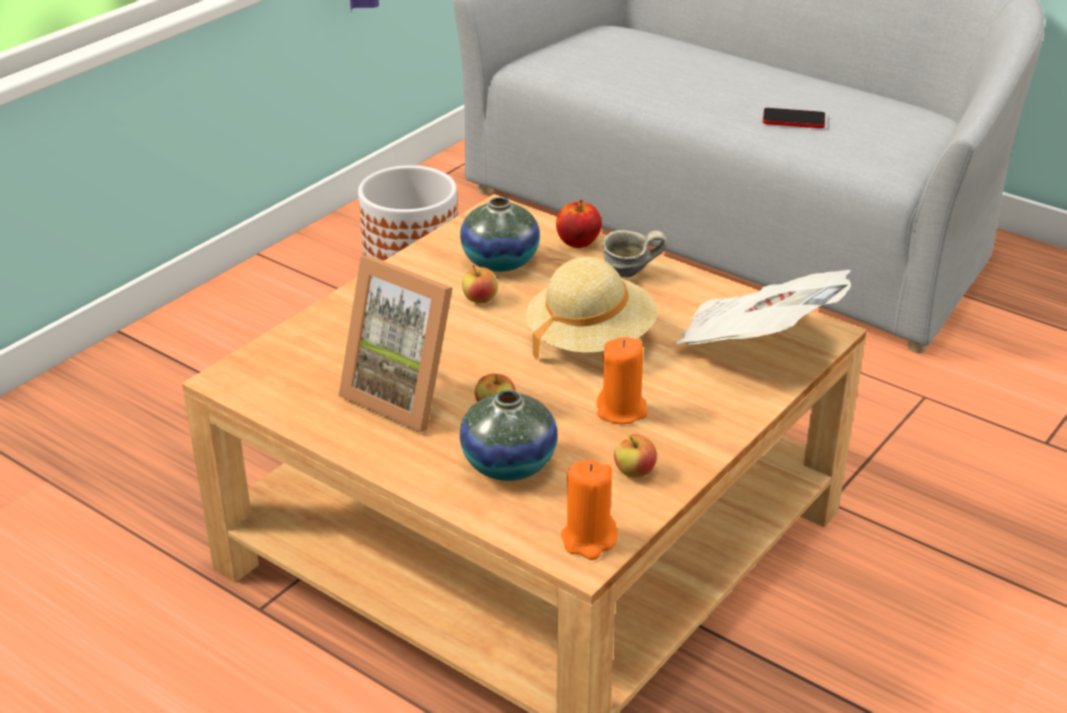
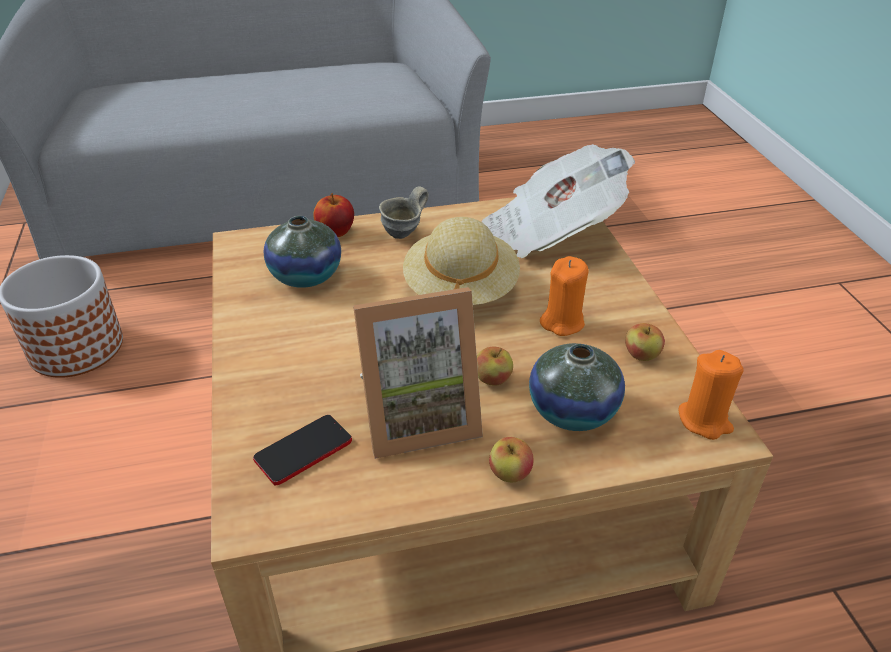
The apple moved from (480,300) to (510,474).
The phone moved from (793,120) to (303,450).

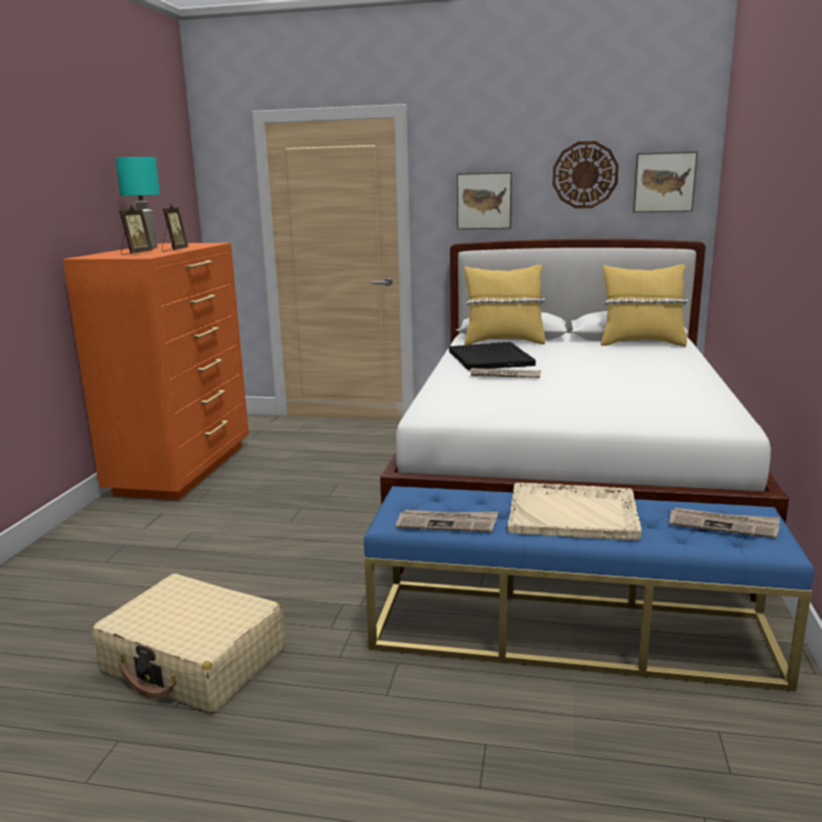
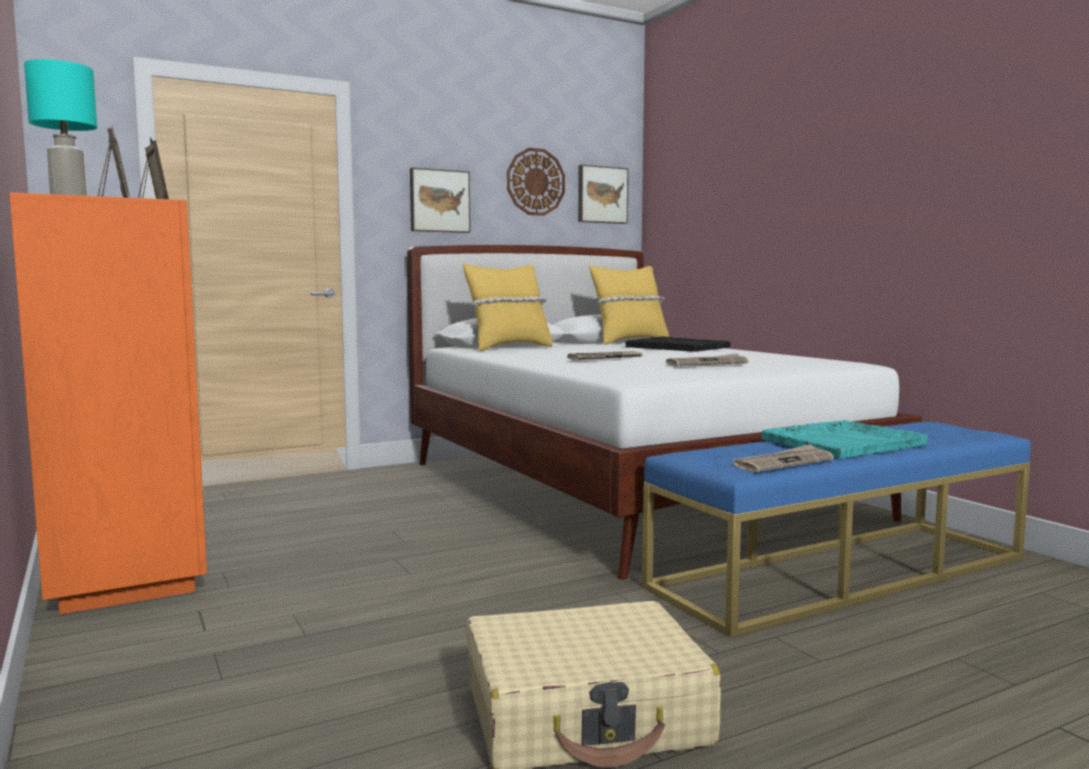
The tray (black) moved from (490,358) to (676,347).
The newspaper moved from (723,525) to (707,363).
The tray (beige) at (574,514) became the tray (turquoise) at (844,442).

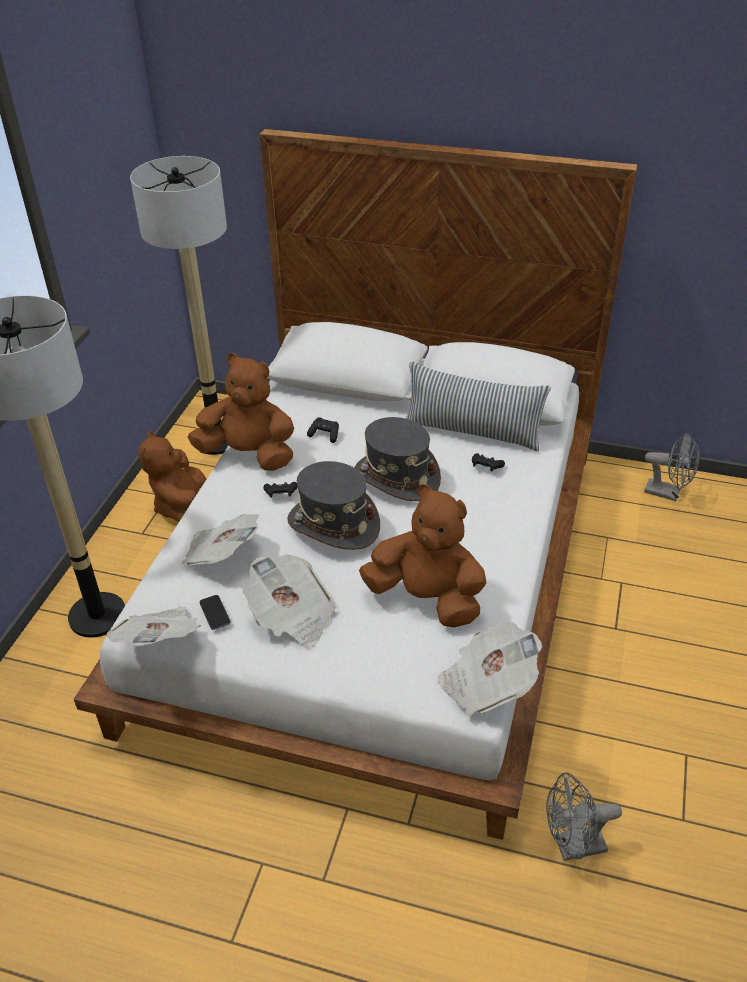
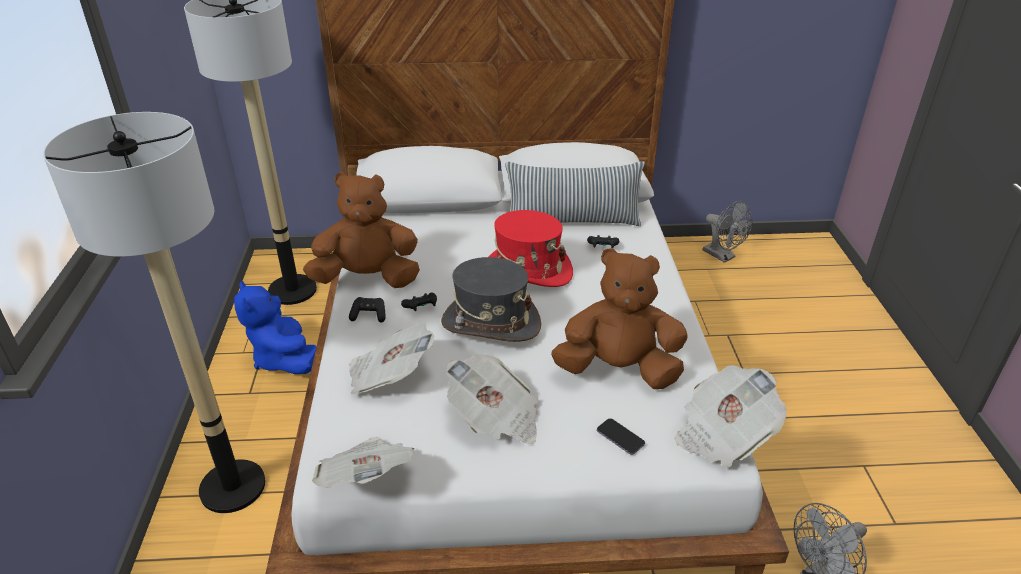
The phone moved from (215,613) to (620,437).
The game controller (black) moved from (324,435) to (369,315).
The plush toy (brown) at (183,507) became the plush toy (blue) at (284,359).
The hat (grey) at (396,477) became the hat (red) at (527,271).
The fan (grey) at (668,493) turned 45 degrees clockwise.

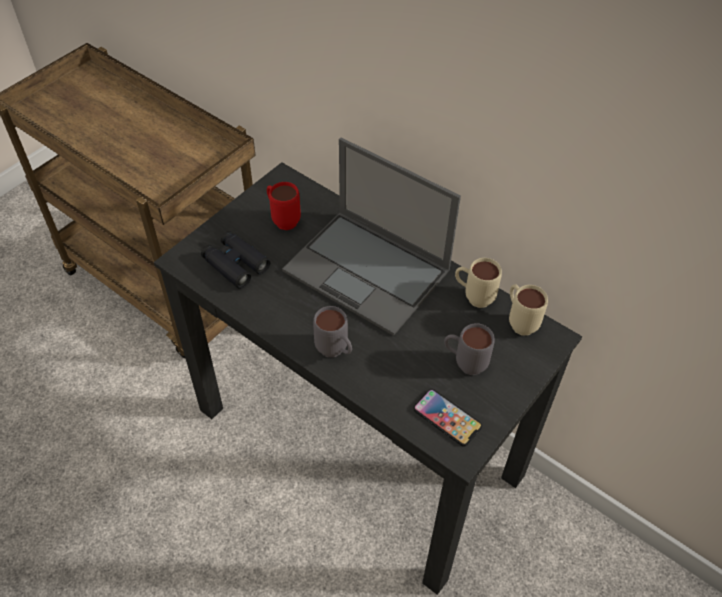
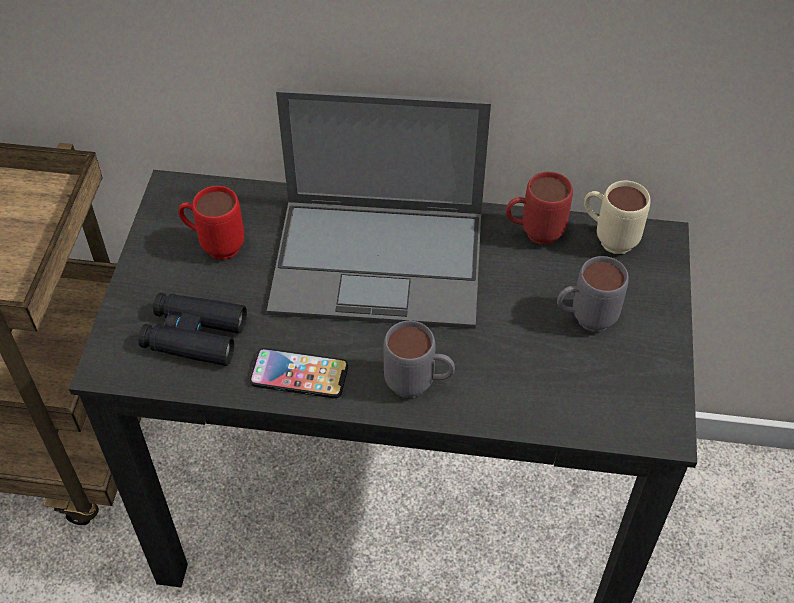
The phone moved from (447,418) to (299,374).
The mug (beige) at (473,297) became the mug (red) at (533,234).

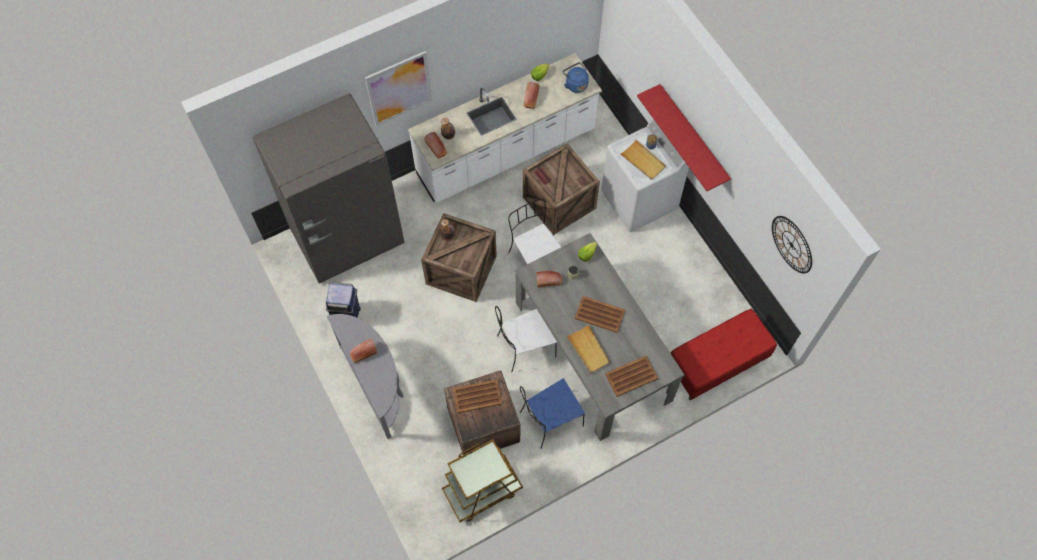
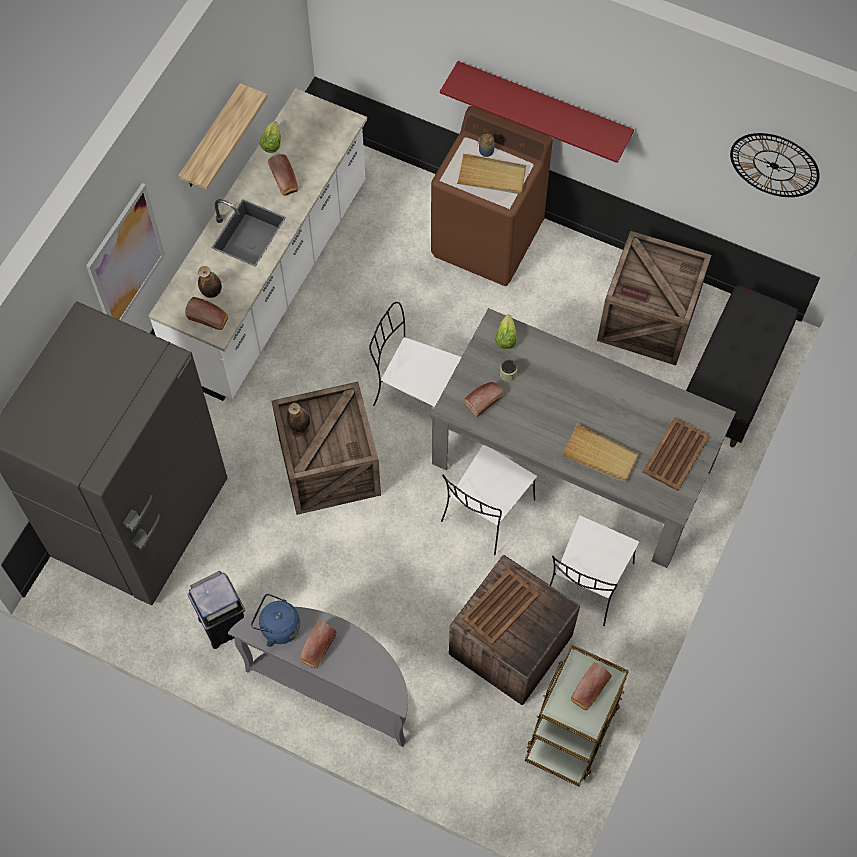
The tray (brown) at (599,314) disappeared.
The shelf at (211,139) appeared.
The bread at (589,690) appeared.
The crate moved from (558,202) to (646,320).
The kettle (blue) moved from (575,84) to (277,627).
The chair (blue) at (550,420) became the chair (white) at (587,583).
The washing machine (white) at (639,201) became the washing machine (brown) at (487,239).
The bench (red) at (716,364) became the bench (black) at (731,383).

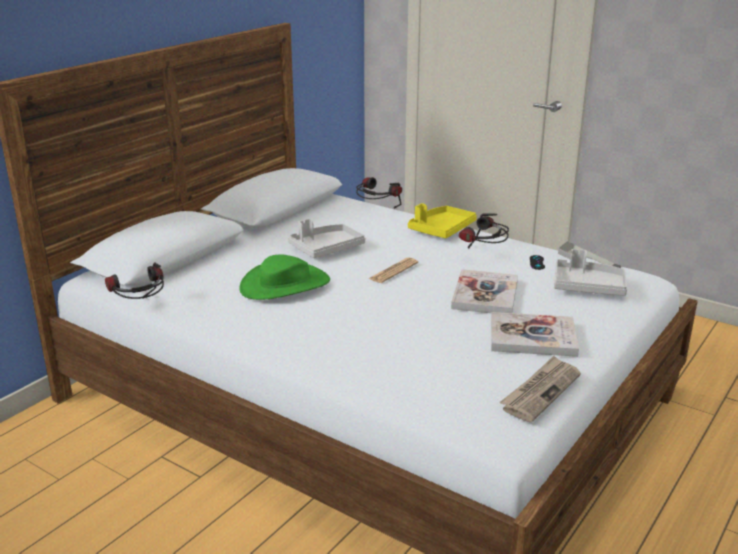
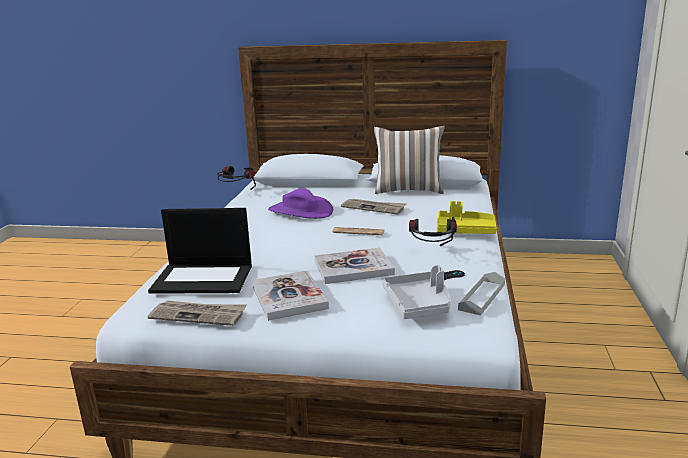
The headphones at (376,211) disappeared.
The laptop at (204,278) appeared.
The pillow at (408,190) appeared.
The tray (grey) at (326,248) was replaced by the newspaper at (374,208).
The hat (green) at (285,285) became the hat (purple) at (300,211).

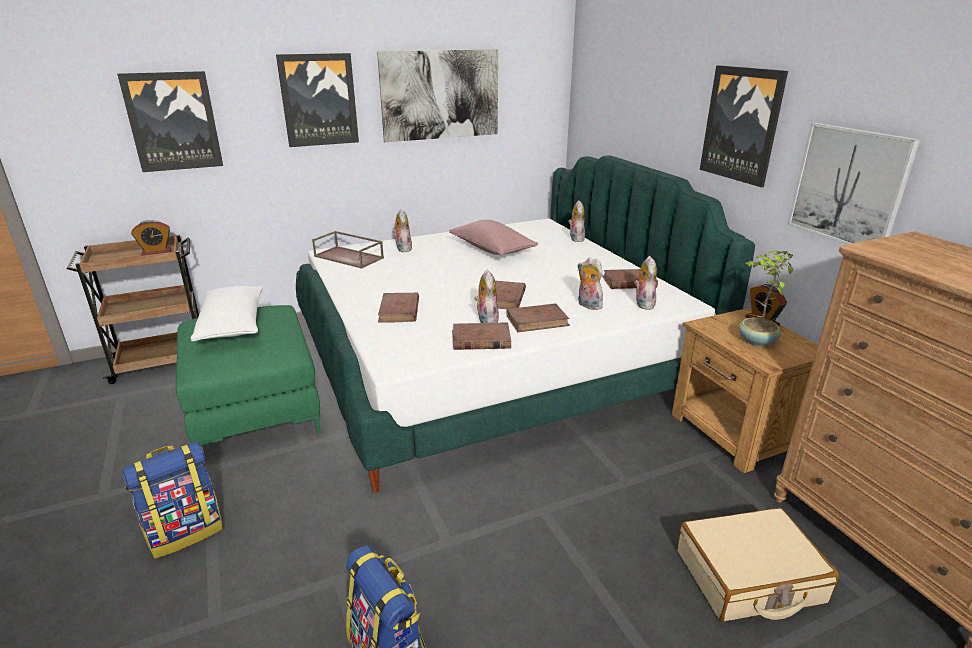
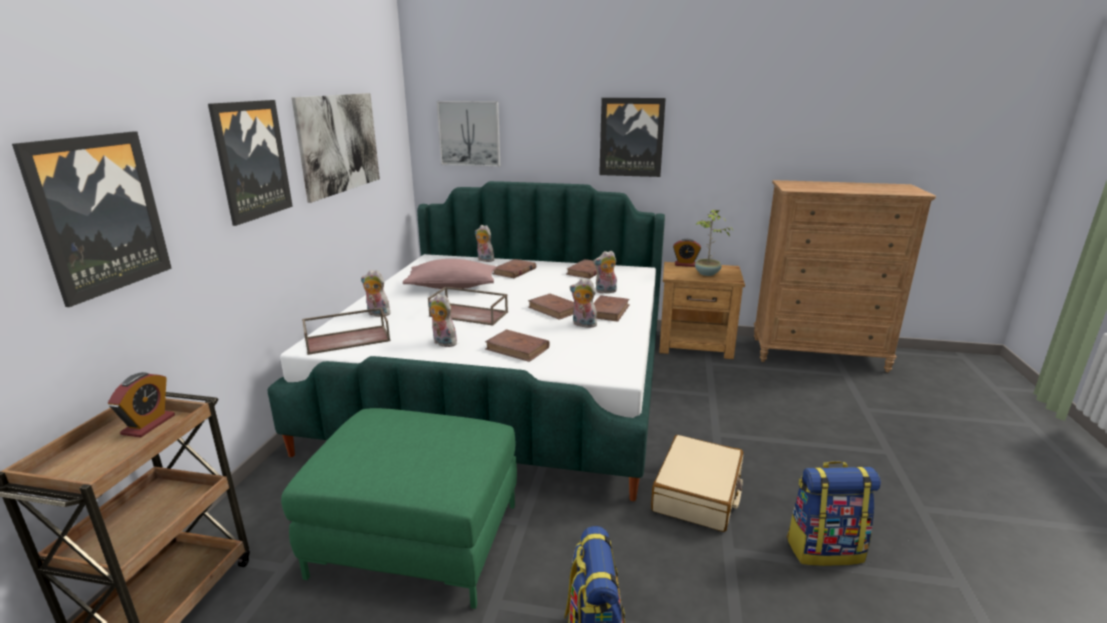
The pillow (white) at (233,326) disappeared.
The tray (brown) at (470,314) appeared.
The book (brown) moved from (480,340) to (514,271).
The plush toy moved from (643,304) to (443,343).
The suitcase (beige) moved from (749,577) to (698,494).
The picture moved from (849,186) to (469,133).

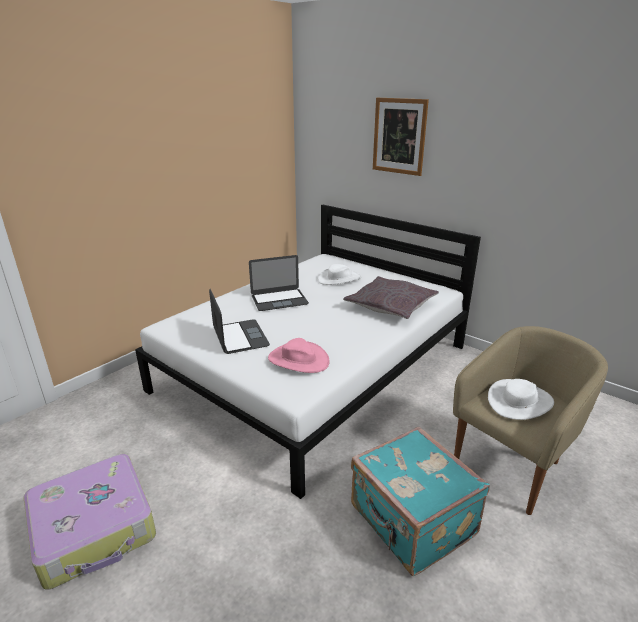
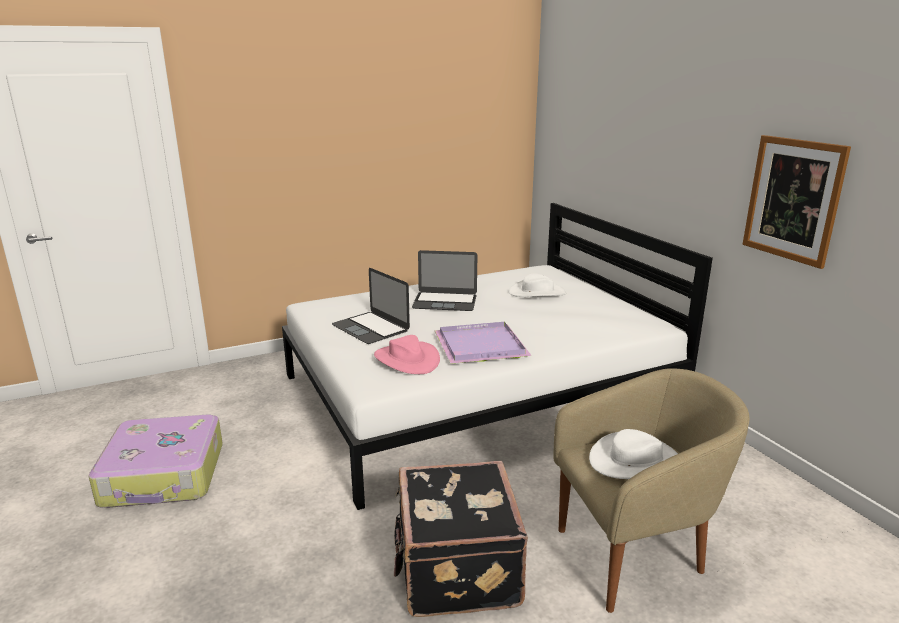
The pillow (grey) at (390,305) disappeared.
The tray (purple) at (479,345) appeared.
The picture moved from (399,136) to (793,199).
The suitcase (turquoise) at (411,522) became the suitcase (black) at (455,569).
The laptop at (240,336) turned 135 degrees clockwise.

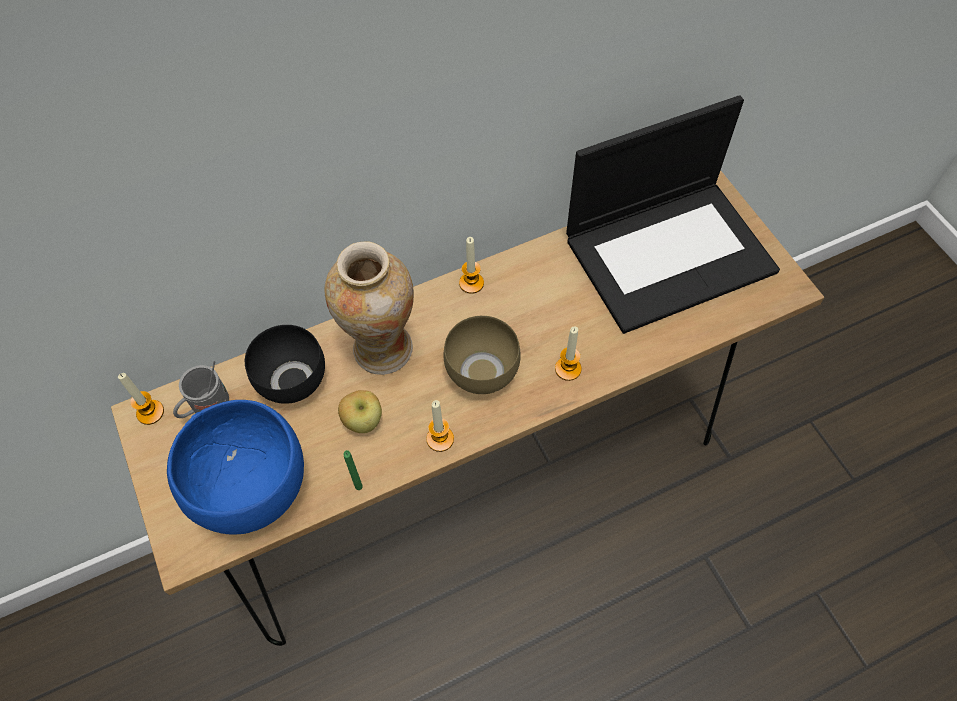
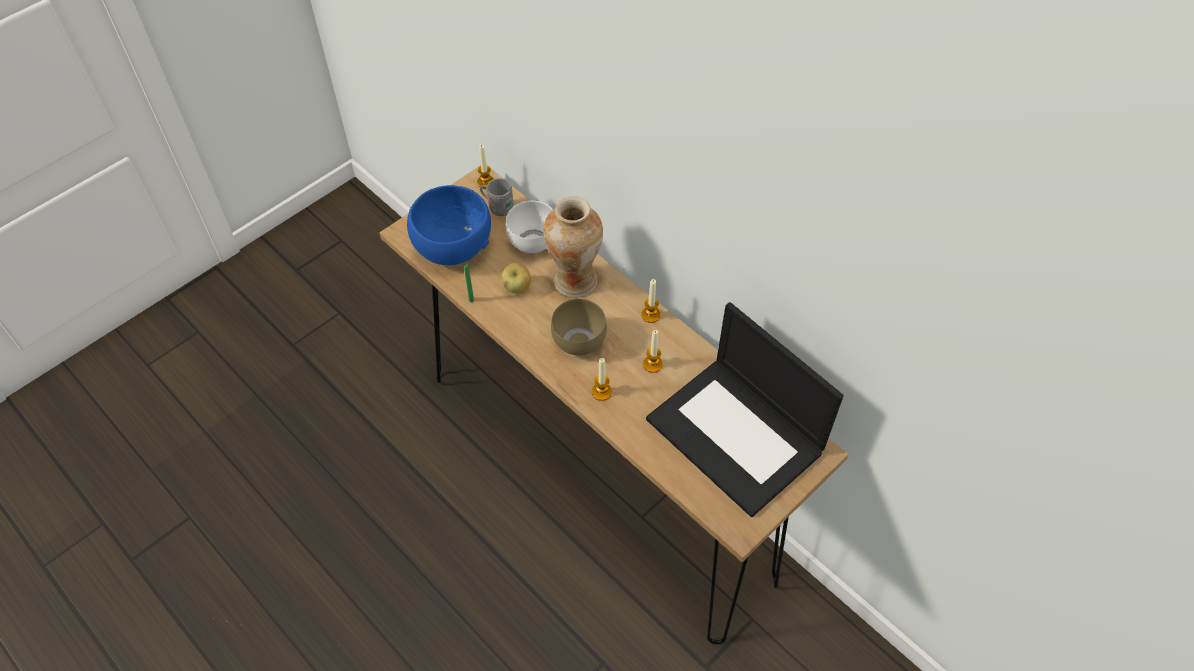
The candle moved from (440,439) to (652,364).
The bowl (black) at (292,379) became the bowl (white) at (534,241).

